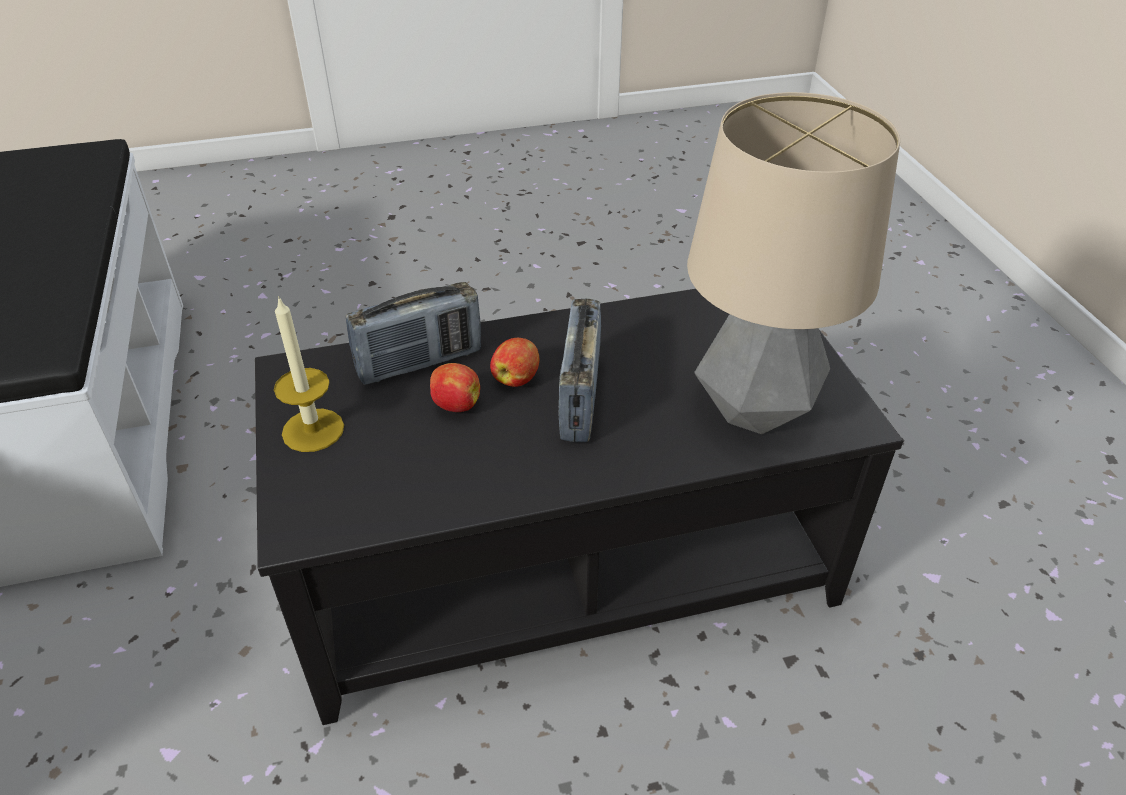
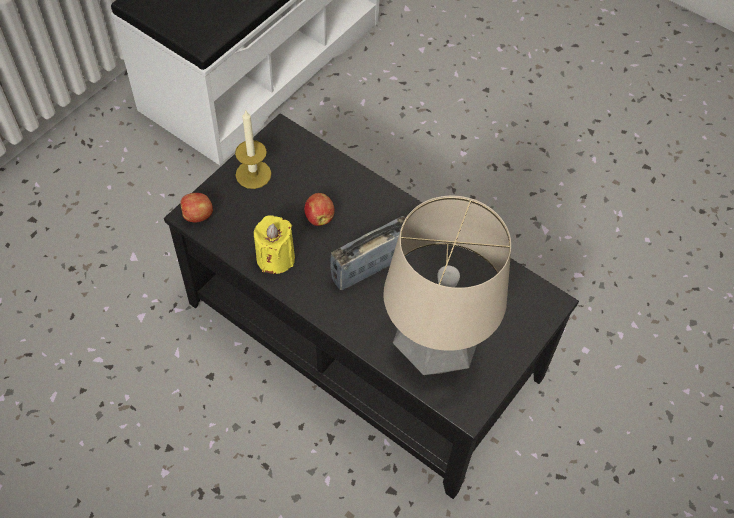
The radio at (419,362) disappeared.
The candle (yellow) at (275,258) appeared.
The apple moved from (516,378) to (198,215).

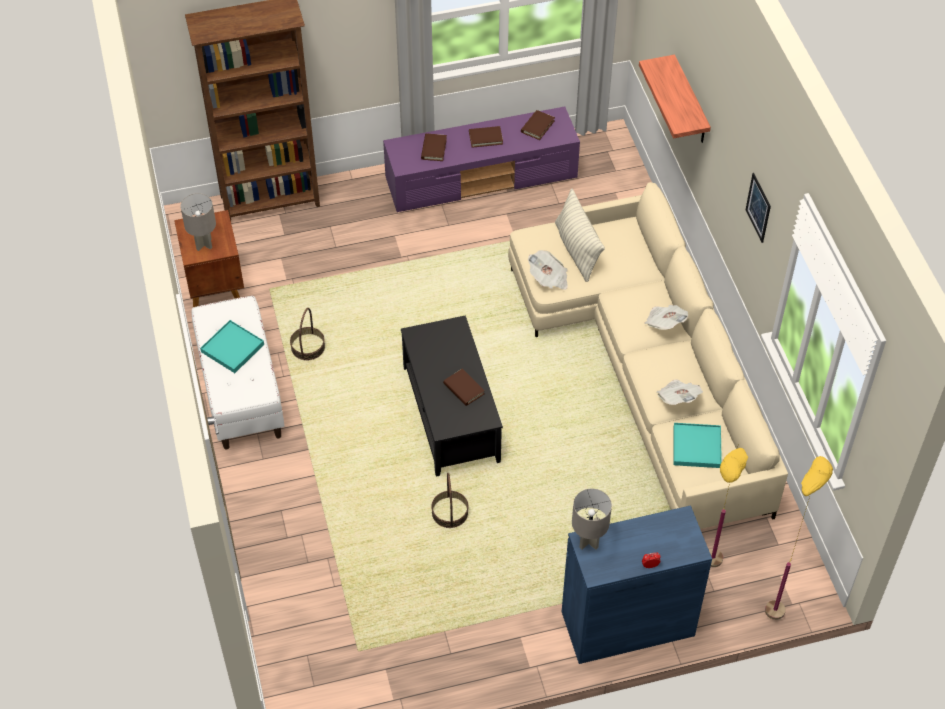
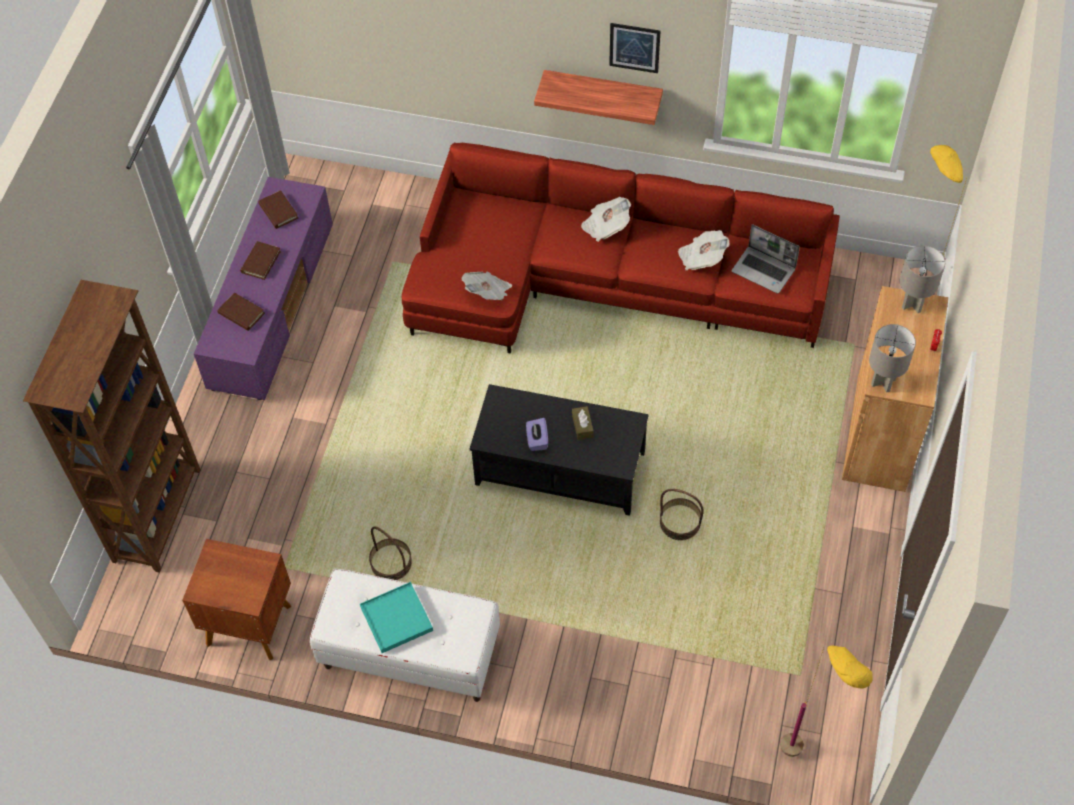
The pillow at (577,250) disappeared.
The tissue box (purple) at (537,440) appeared.
The table lamp (grey) moved from (204,244) to (912,304).
The shelf moved from (690,102) to (603,92).
The floor lamp (yellow) moved from (708,576) to (806,761).
The book (brown) at (463,389) was replaced by the tissue box (brown) at (582,426).
The tray (turquoise) at (697,447) was replaced by the laptop at (764,270).
The sofa (beige) at (646,368) became the sofa (red) at (603,282).
The cabinet (blue) at (627,623) became the cabinet (brown) at (881,433).

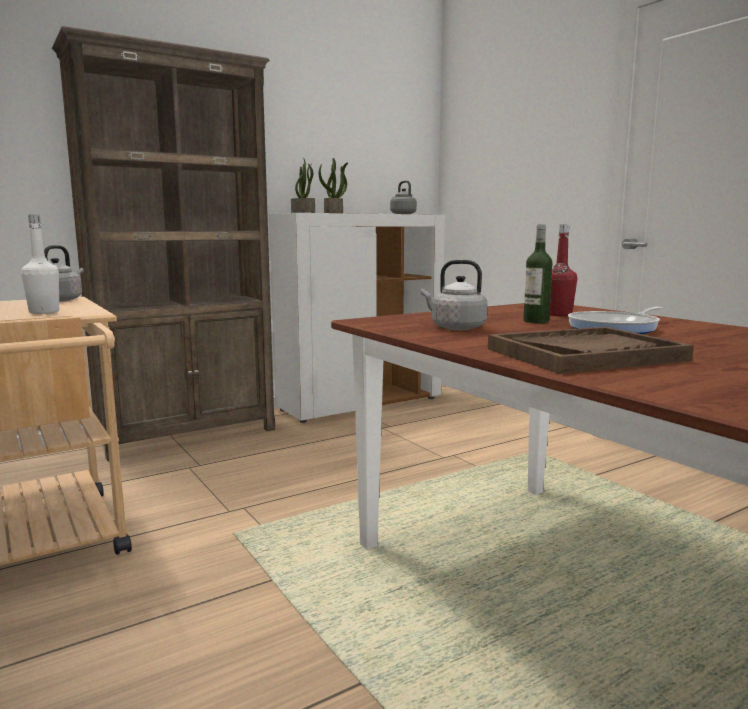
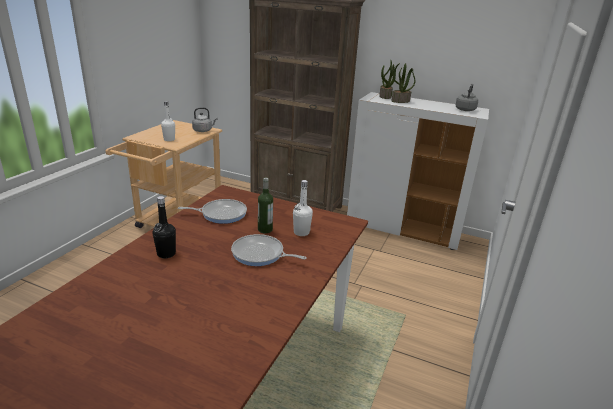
The kettle (grey) at (455,328) was replaced by the frying pan at (221,214).
The tray (brown) at (585,354) was replaced by the bottle (black) at (166,254).
The bottle (red) at (559,314) became the bottle (white) at (301,232).

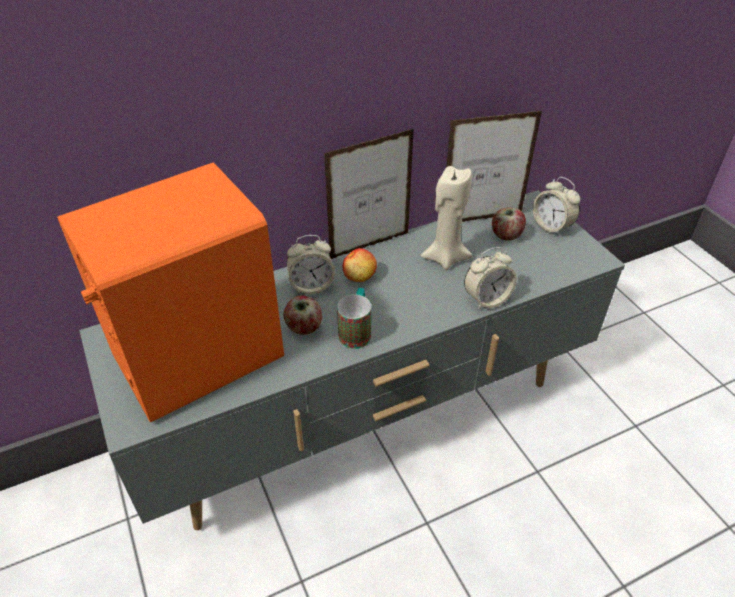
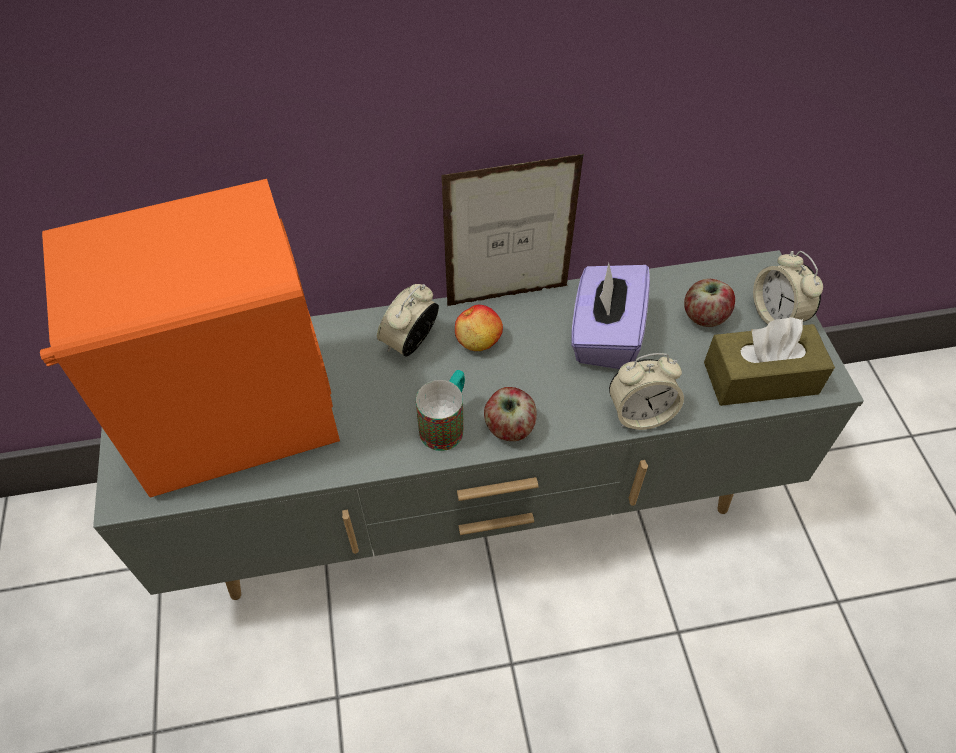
The picture frame at (481,219) disappeared.
The tissue box (brown) at (760,378) appeared.
The apple moved from (304,327) to (509,428).
The candle (beige) at (445,258) was replaced by the tissue box (purple) at (604,335).
The alarm clock at (311,286) turned 120 degrees clockwise.

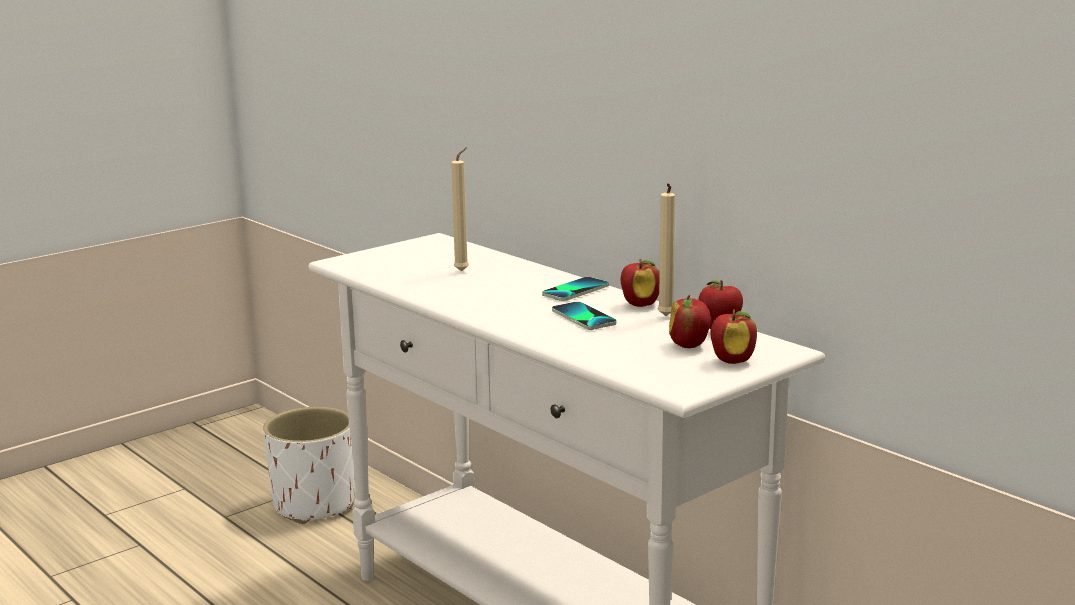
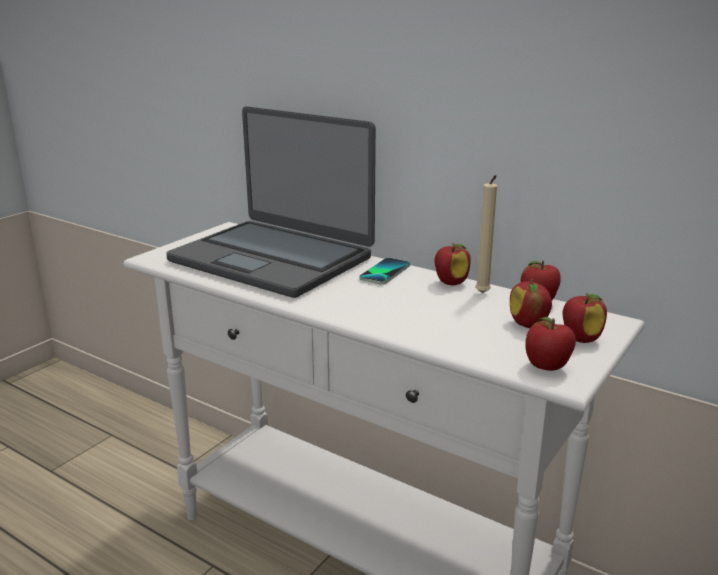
The planter (white) at (314,505) disappeared.
The phone at (583,317) disappeared.
The apple at (546,367) appeared.
The candle (beige) at (463,271) was replaced by the laptop at (273,259).

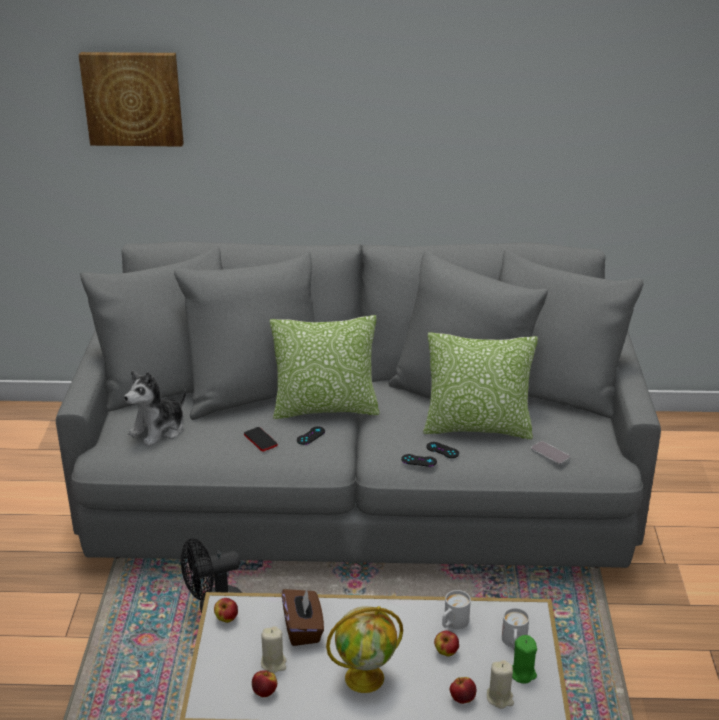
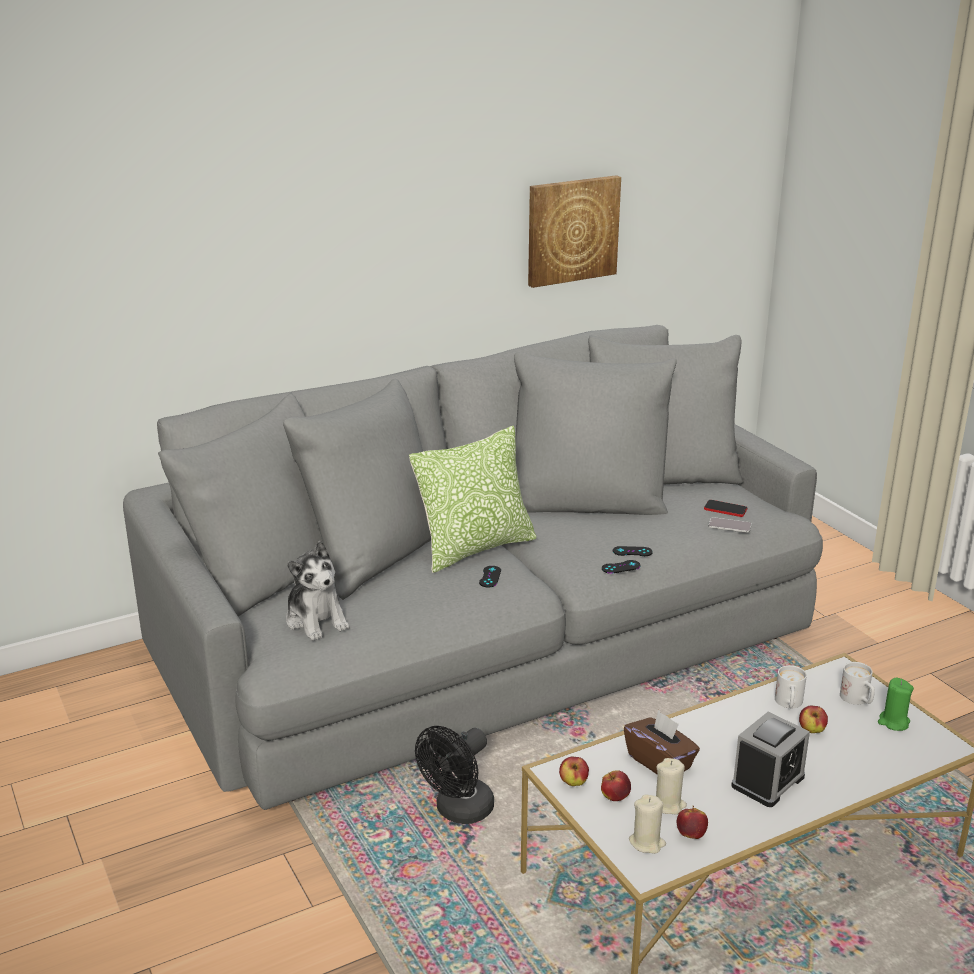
The pillow at (477,427) disappeared.
The picture moved from (133,98) to (572,230).
The phone moved from (260,440) to (725,509).
The apple moved from (462,699) to (615,797).
The candle (beige) moved from (500,698) to (647,842).
The globe at (365,677) was replaced by the alarm clock at (768,781).
The plush toy at (159,430) turned 45 degrees counterclockwise.

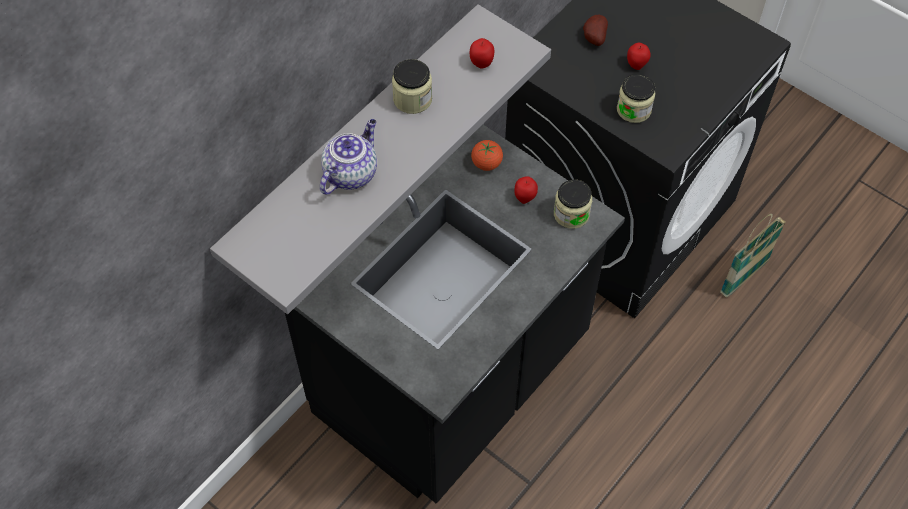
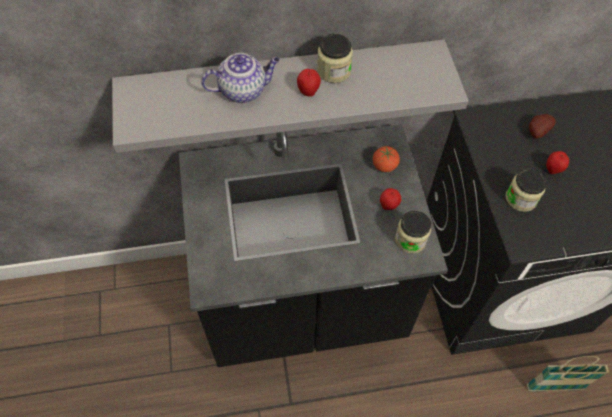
The apple moved from (481,63) to (308,92).

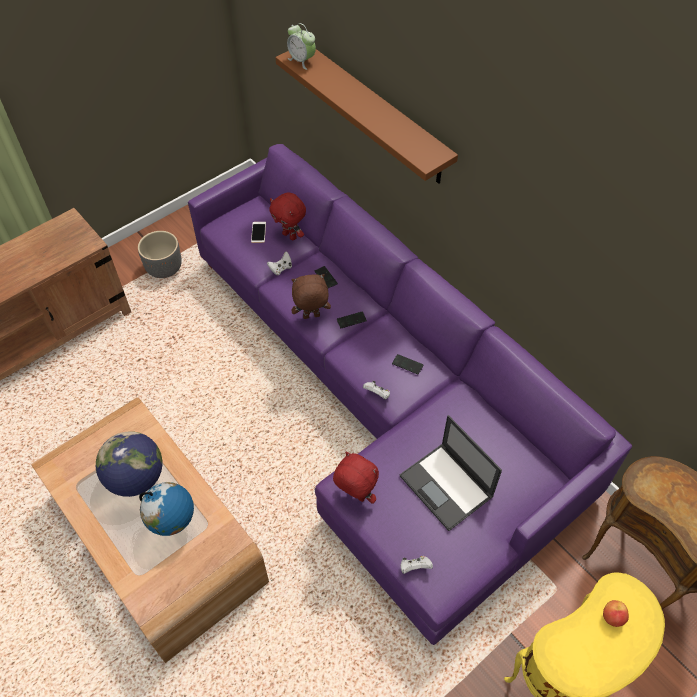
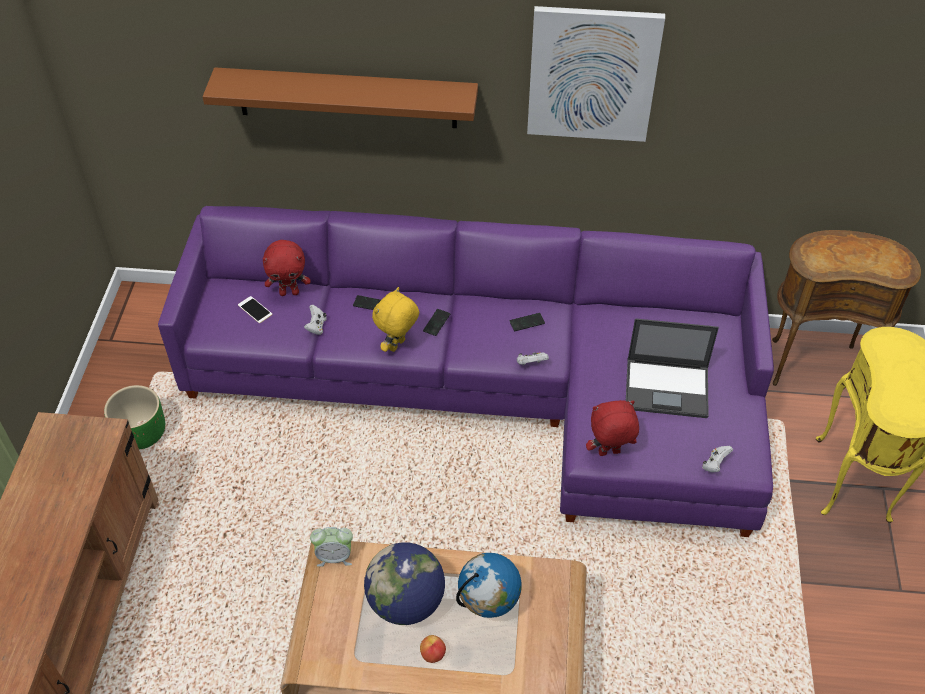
The picture at (592,74) appeared.
The alarm clock moved from (302,61) to (334,556).
The apple moved from (612,617) to (433,654).
The planter (grey) at (164,268) became the planter (green) at (142,434).
The plush toy (brown) at (311,317) became the plush toy (yellow) at (398,346).

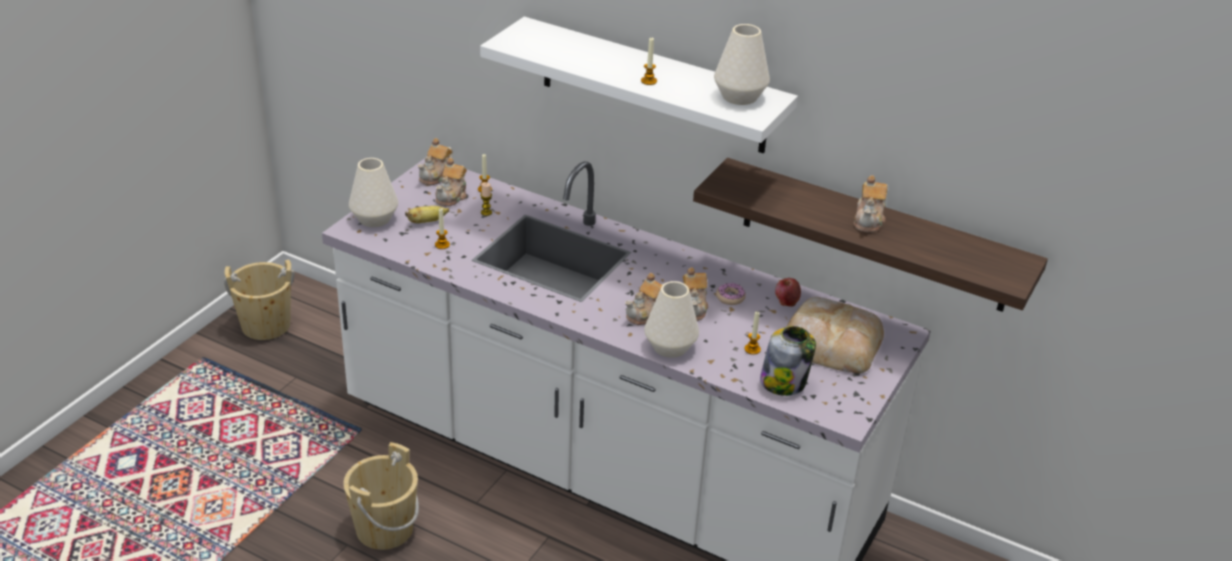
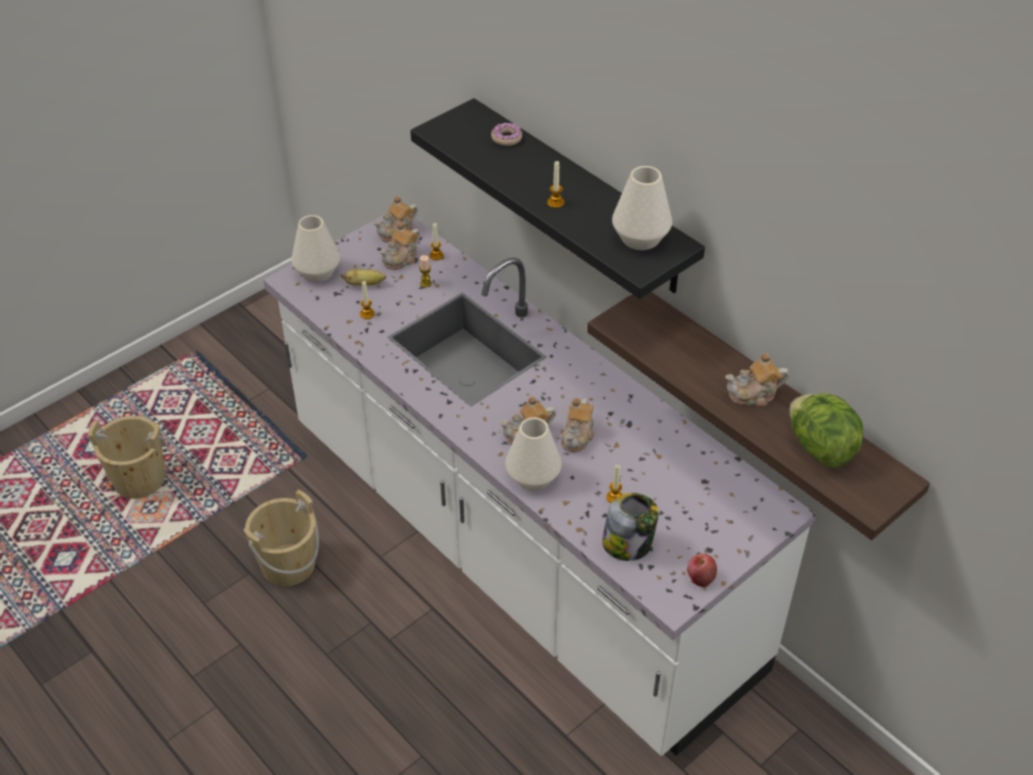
The bread at (831,341) disappeared.
The lettuce at (819,447) appeared.
The bucket (beige) moved from (266,325) to (139,480).
The donut moved from (730,297) to (506,138).
The apple moved from (786,300) to (700,577).
The shelf (white) at (653,86) became the shelf (black) at (581,197).
The teapot at (869,220) turned 45 degrees clockwise.

